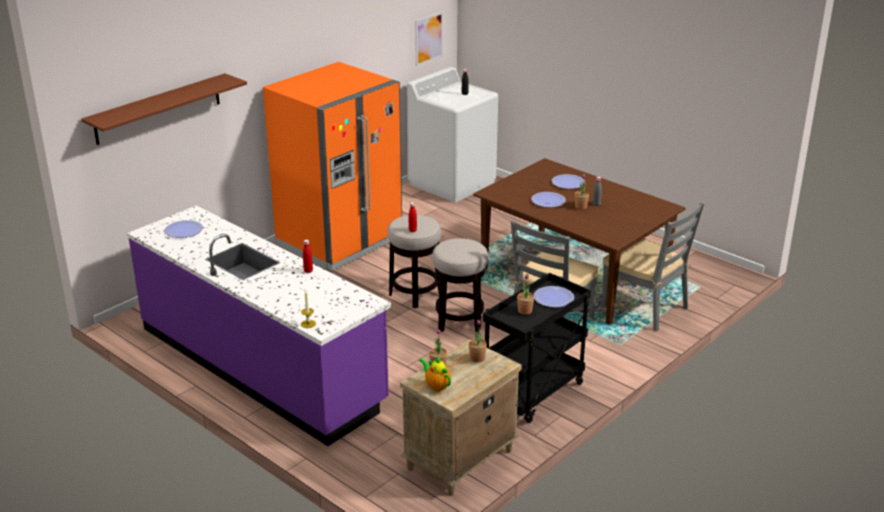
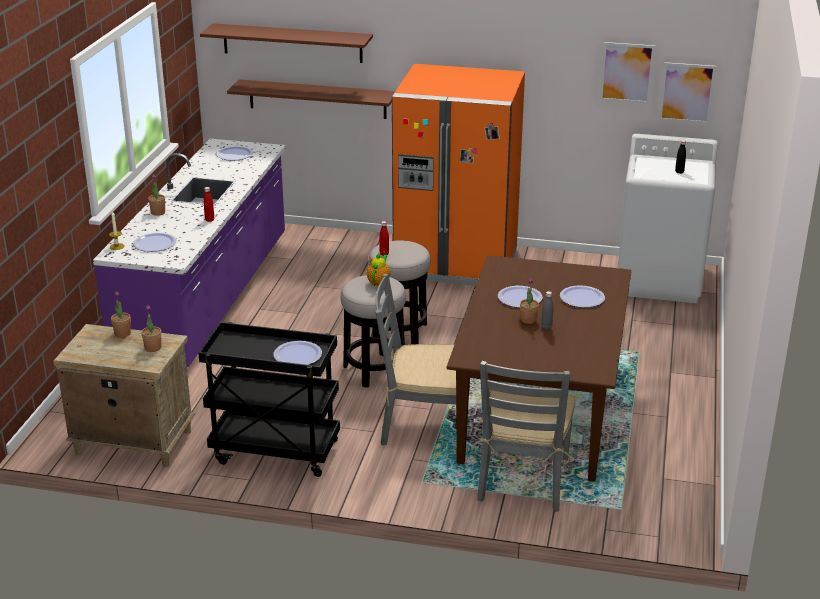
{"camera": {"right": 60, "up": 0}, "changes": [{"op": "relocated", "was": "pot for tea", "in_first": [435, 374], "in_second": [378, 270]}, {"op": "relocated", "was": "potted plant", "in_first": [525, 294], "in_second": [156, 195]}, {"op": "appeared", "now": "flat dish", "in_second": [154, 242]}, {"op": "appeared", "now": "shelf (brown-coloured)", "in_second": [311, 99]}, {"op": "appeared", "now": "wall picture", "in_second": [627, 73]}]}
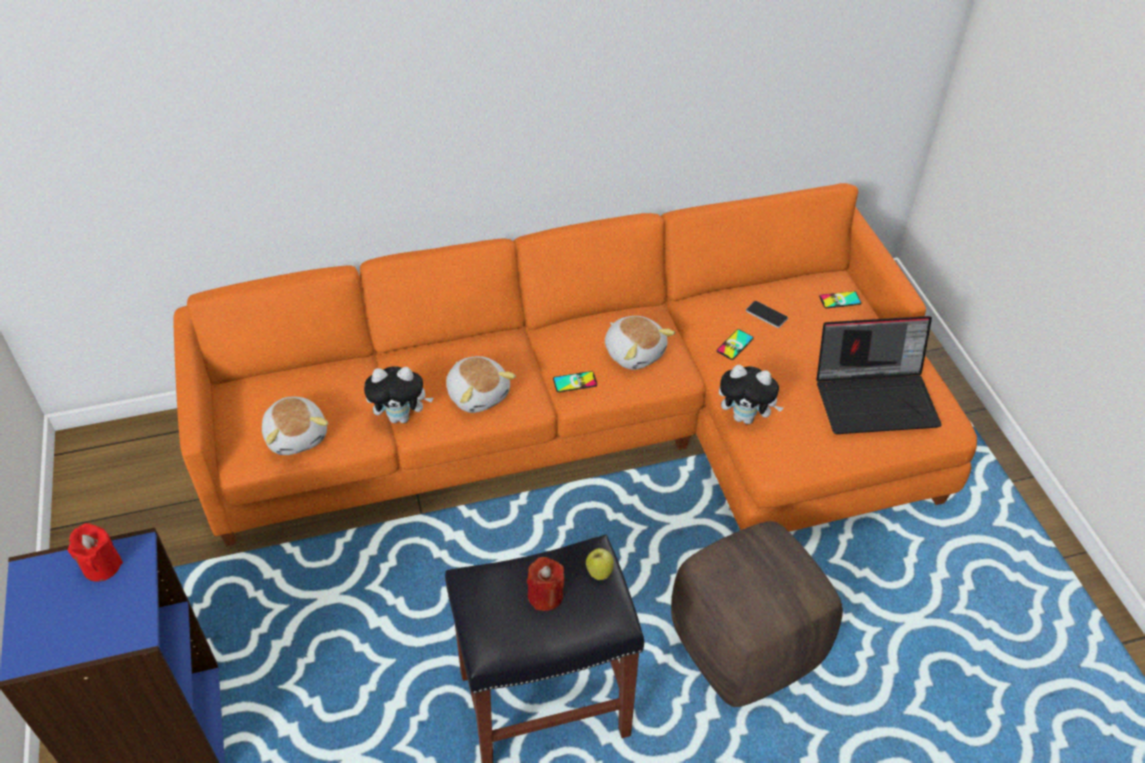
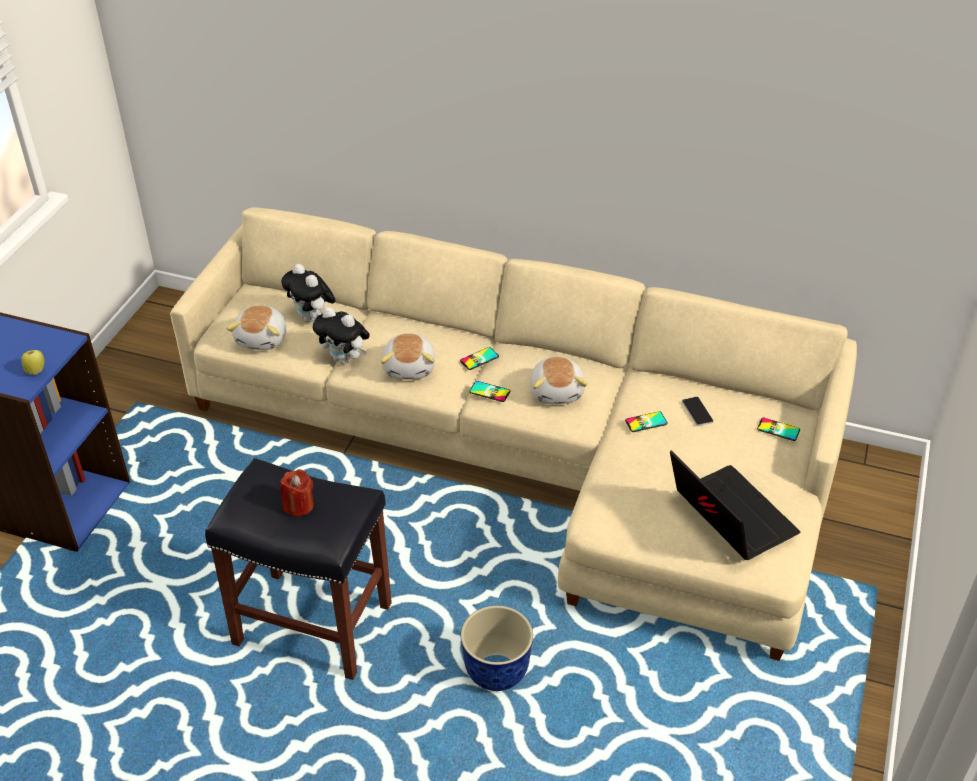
{"camera": {"right": 35, "up": -5}, "changes": [{"op": "missing", "was": "candle (reddish)", "in_first": [95, 552]}, {"op": "colour", "was": "couch (orange-coloured)", "now": "couch (beige)", "in_first": [575, 364], "in_second": [513, 434]}, {"op": "relocated", "was": "whole apple", "in_first": [600, 564], "in_second": [33, 362]}, {"op": "exchanged", "was": "pouffe (brown-coloured)", "now": "flower pot", "in_first": [757, 614], "in_second": [497, 648]}, {"op": "relocated", "was": "soft toy", "in_first": [751, 394], "in_second": [308, 293]}, {"op": "spun", "was": "portable computer", "in_first": [879, 375], "in_second": [735, 505], "clockwise": -150}, {"op": "appeared", "now": "handset", "in_second": [479, 358]}]}
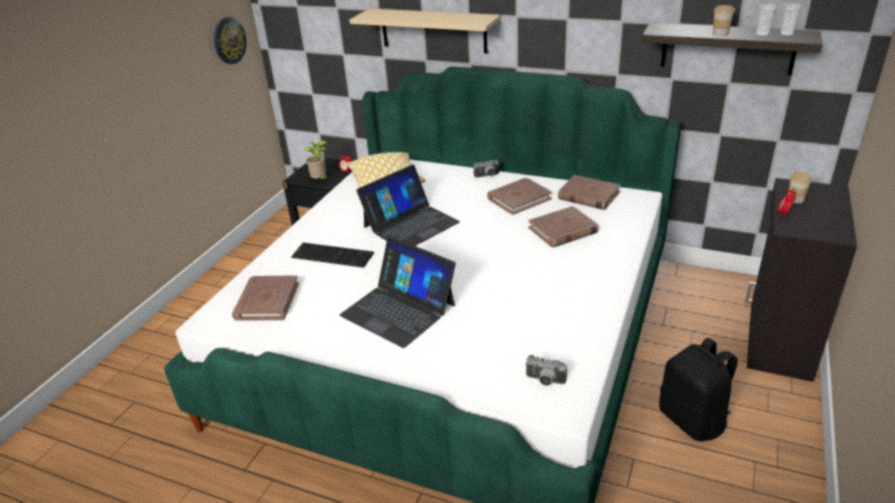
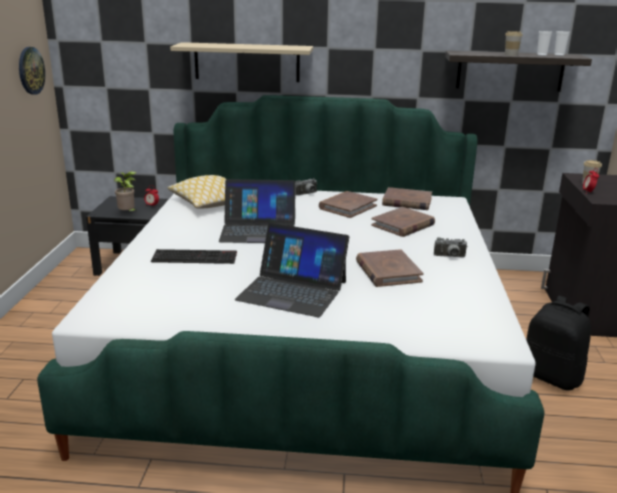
{"camera": {"right": -20, "up": -10}, "changes": [{"op": "relocated", "was": "volume (brown-coloured)", "in_first": [265, 298], "in_second": [390, 268]}, {"op": "spun", "was": "portable computer", "in_first": [408, 205], "in_second": [257, 211], "clockwise": 60}, {"op": "relocated", "was": "photo camera", "in_first": [546, 370], "in_second": [450, 247]}]}
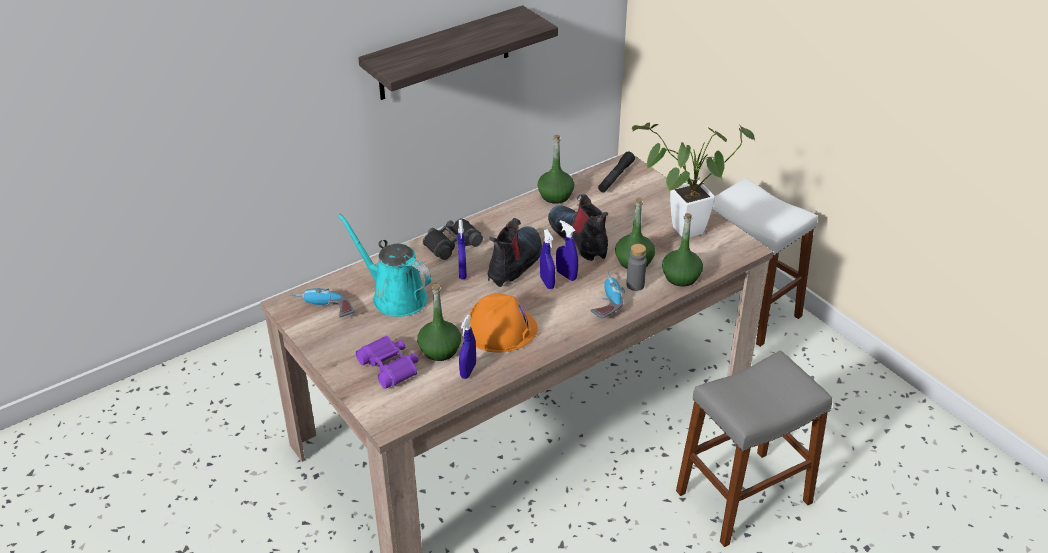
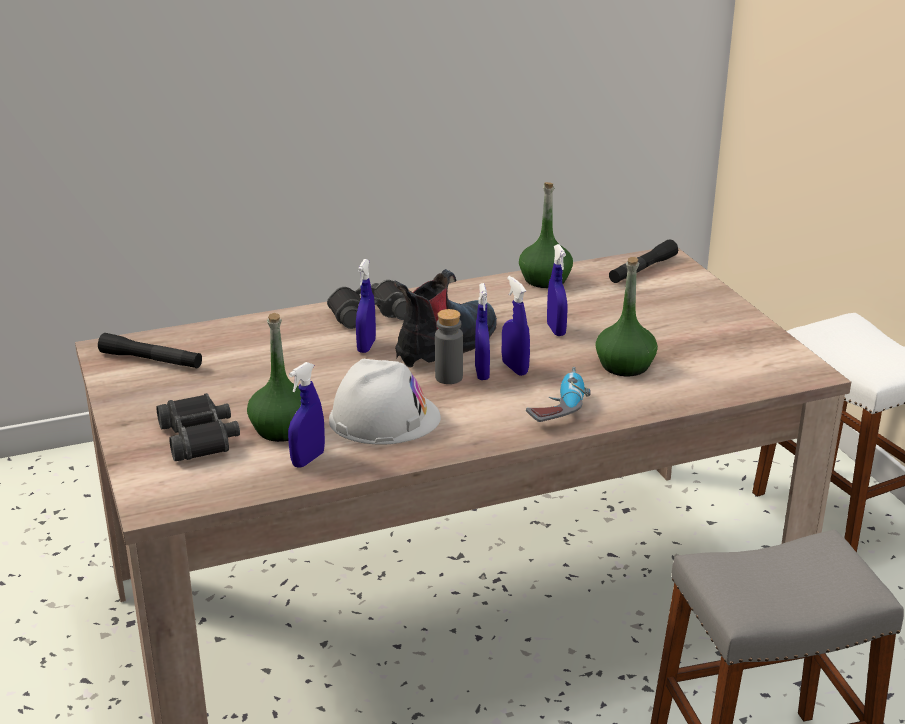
{"camera": {"right": 15, "up": -10}, "changes": [{"op": "exchanged", "was": "power drill", "now": "hand torch (blackish)", "in_first": [322, 302], "in_second": [150, 350]}, {"op": "missing", "was": "sprinkling can (blue-green)", "in_first": [384, 265]}, {"op": "colour", "was": "field glasses (purple-coloured)", "now": "field glasses (blackish)", "in_first": [387, 362], "in_second": [198, 427]}, {"op": "missing", "was": "shelf", "in_first": [458, 52]}, {"op": "colour", "was": "work helmet (orange-coloured)", "now": "work helmet (whitish)", "in_first": [504, 322], "in_second": [385, 402]}, {"op": "exchanged", "was": "boot", "now": "hand sprayer (blue)", "in_first": [578, 227], "in_second": [557, 290]}, {"op": "relocated", "was": "beverage bottle (grey)", "in_first": [636, 267], "in_second": [449, 346]}, {"op": "missing", "was": "potted plant", "in_first": [694, 180]}, {"op": "missing", "was": "beverage bottle (greenish)", "in_first": [682, 250]}]}
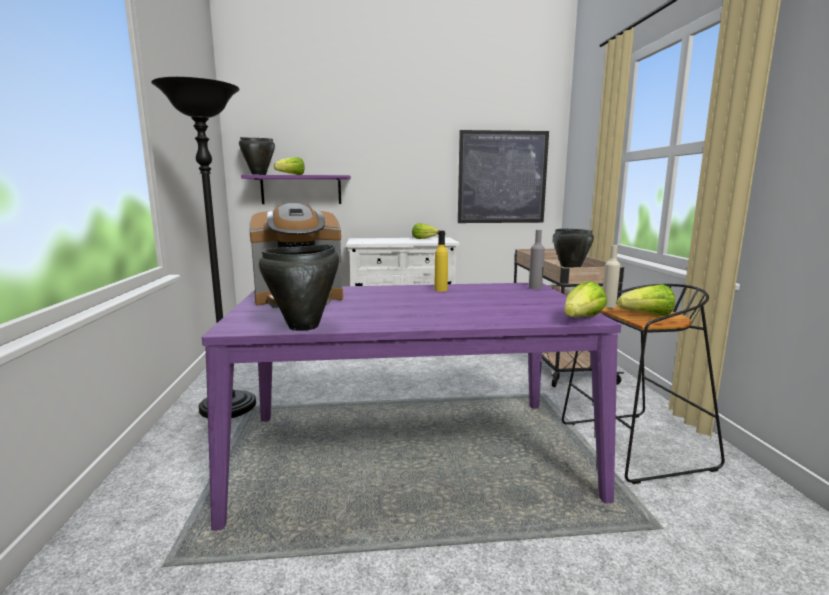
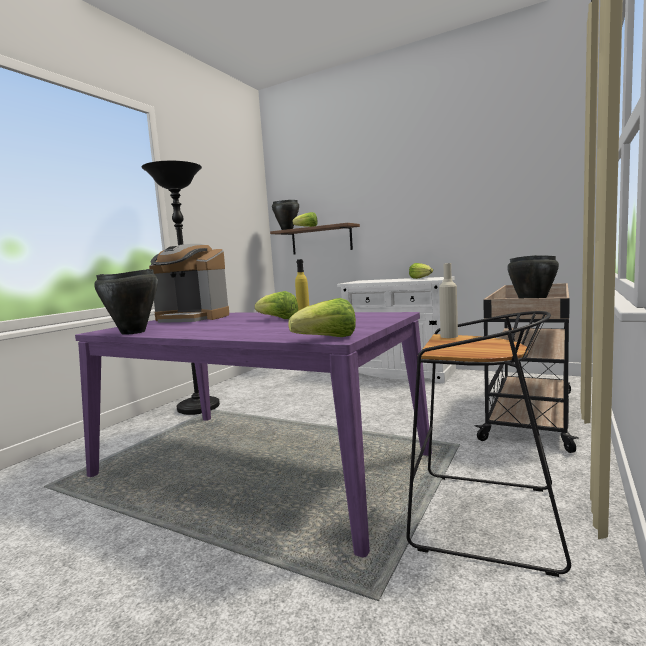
{"camera": {"right": 35, "up": -5}, "changes": [{"op": "colour", "was": "shelf (purple-coloured)", "now": "shelf (brown-coloured)", "in_first": [296, 189], "in_second": [315, 238]}, {"op": "missing", "was": "wall picture", "in_first": [503, 176]}, {"op": "missing", "was": "beverage bottle (grey)", "in_first": [537, 259]}, {"op": "relocated", "was": "lettuce", "in_first": [646, 300], "in_second": [276, 305]}]}
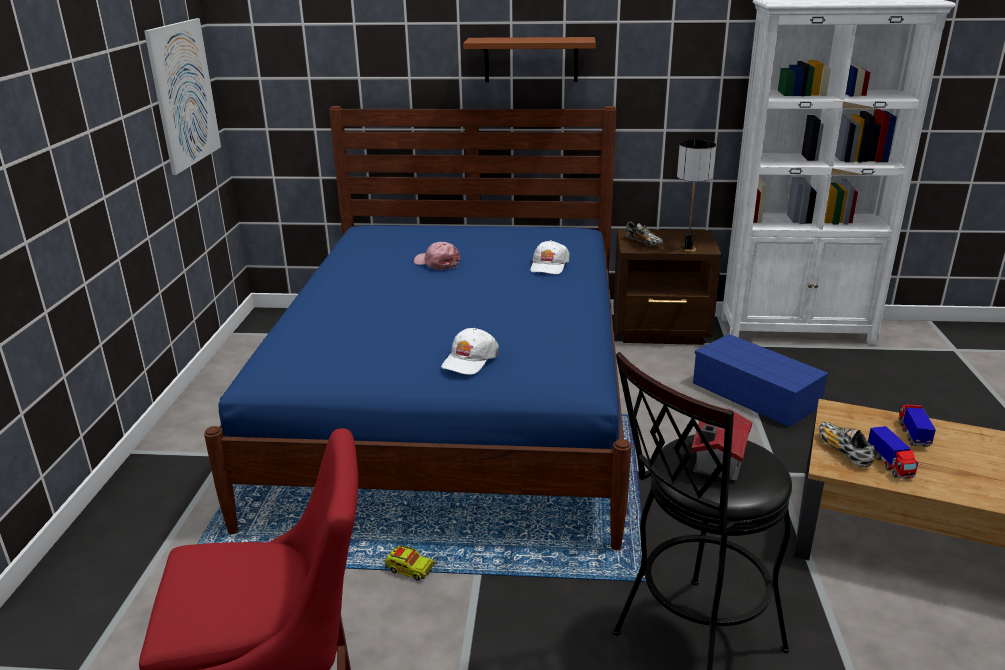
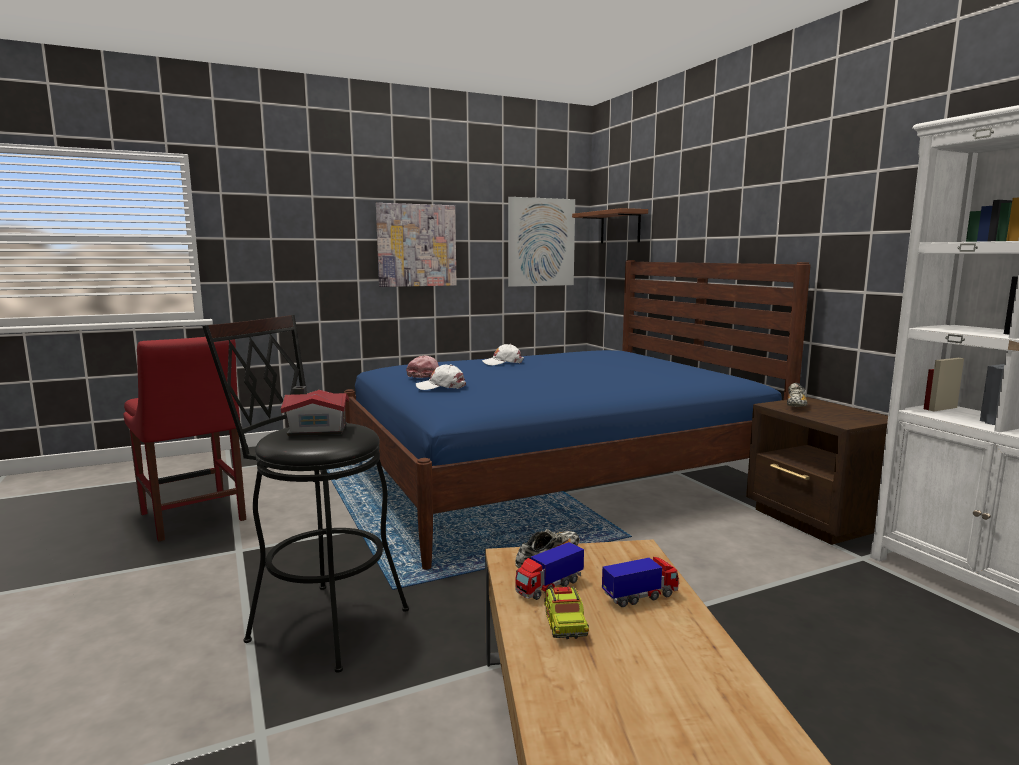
{"camera": {"right": 60, "up": -15}, "changes": [{"op": "relocated", "was": "model truck", "in_first": [409, 563], "in_second": [566, 612]}, {"op": "relocated", "was": "cap (pink-coloured)", "in_first": [437, 256], "in_second": [422, 367]}, {"op": "relocated", "was": "shelf (brown-coloured)", "in_first": [529, 59], "in_second": [610, 226]}, {"op": "relocated", "was": "cap (whitish)", "in_first": [550, 257], "in_second": [503, 354]}, {"op": "missing", "was": "lamp for a table", "in_first": [696, 196]}, {"op": "missing", "was": "storage box (blue)", "in_first": [761, 380]}, {"op": "appeared", "now": "wall picture", "in_second": [416, 245]}]}
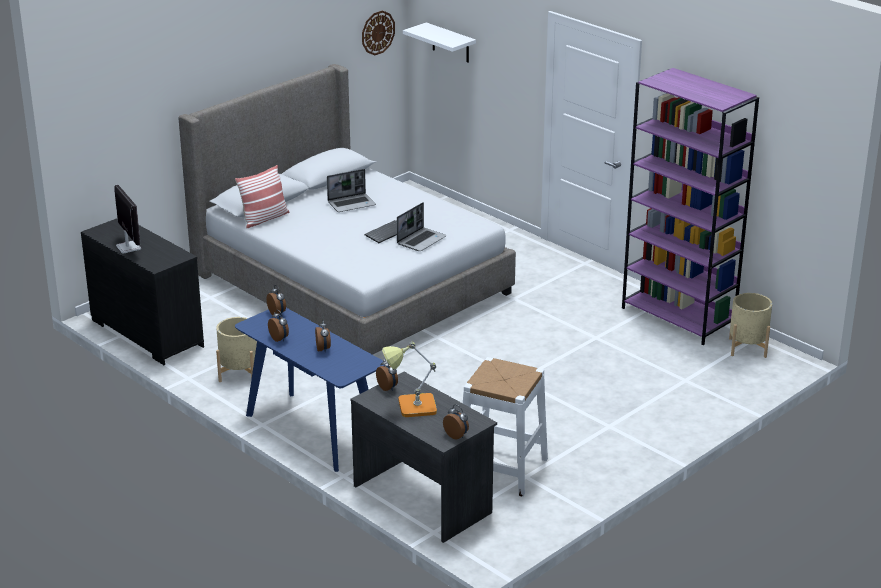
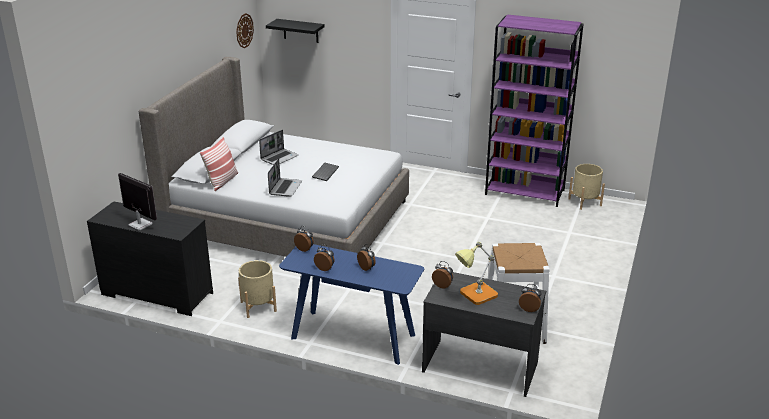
{"camera": {"right": -25, "up": 0}, "changes": [{"op": "relocated", "was": "portable computer", "in_first": [421, 226], "in_second": [285, 177]}, {"op": "colour", "was": "shelf (whitish)", "now": "shelf (blackish)", "in_first": [439, 42], "in_second": [295, 31]}]}
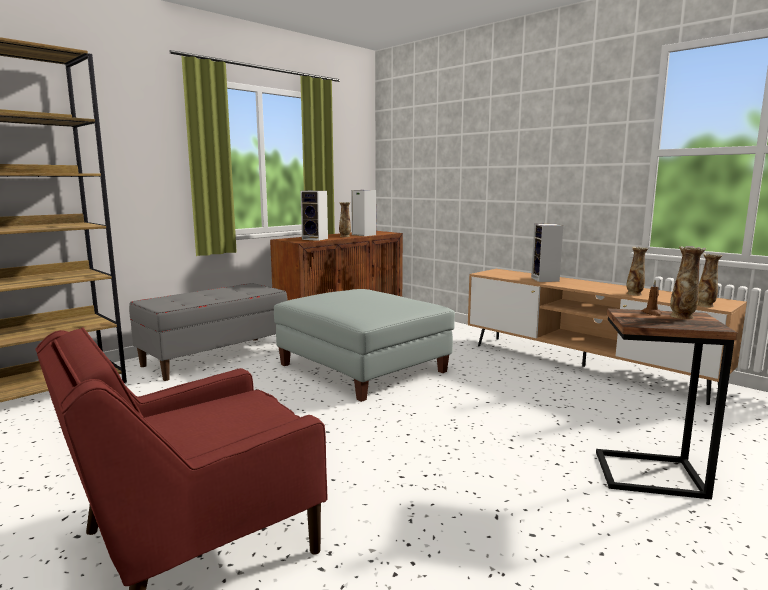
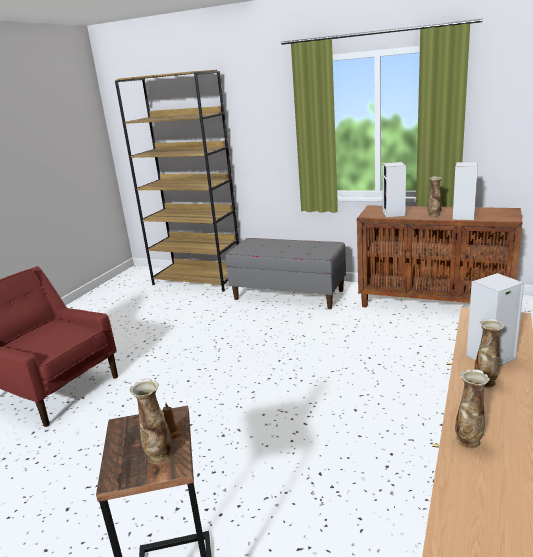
{"camera": {"right": 70, "up": 10}, "changes": [{"op": "missing", "was": "pouffe (grey)", "in_first": [364, 345]}, {"op": "relocated", "was": "decorative vase", "in_first": [710, 280], "in_second": [489, 353]}]}
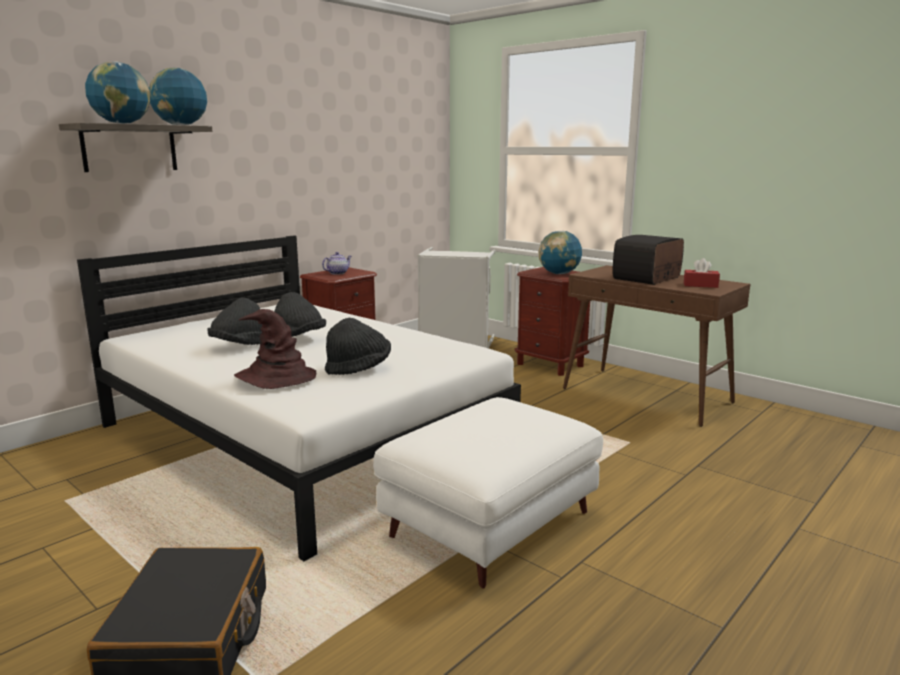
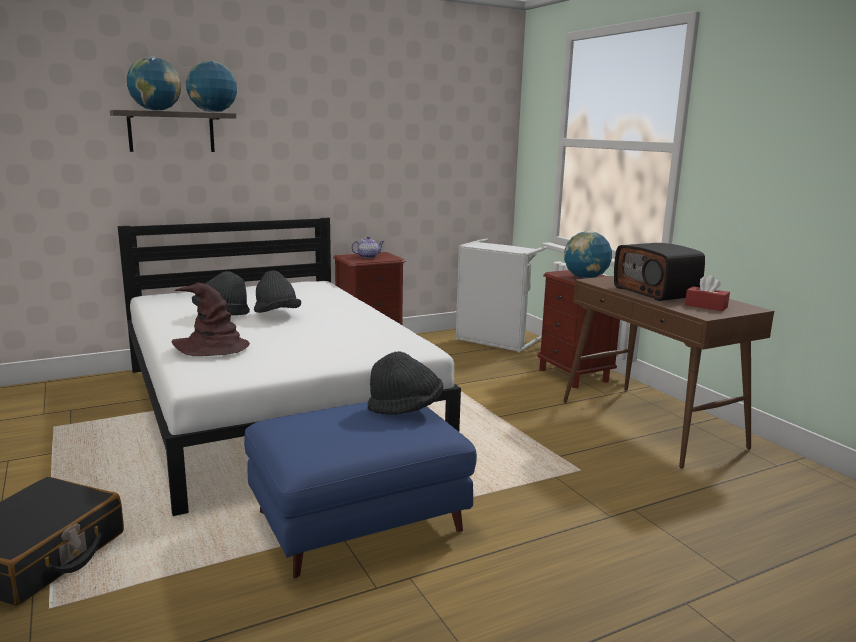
{"camera": {"right": 20, "up": 0}, "changes": [{"op": "relocated", "was": "clothing hat (blackish)", "in_first": [358, 346], "in_second": [405, 383]}, {"op": "colour", "was": "pouffe (whitish)", "now": "pouffe (blue)", "in_first": [488, 493], "in_second": [360, 490]}, {"op": "spun", "was": "radio set", "in_first": [648, 260], "in_second": [659, 272], "clockwise": -90}]}
